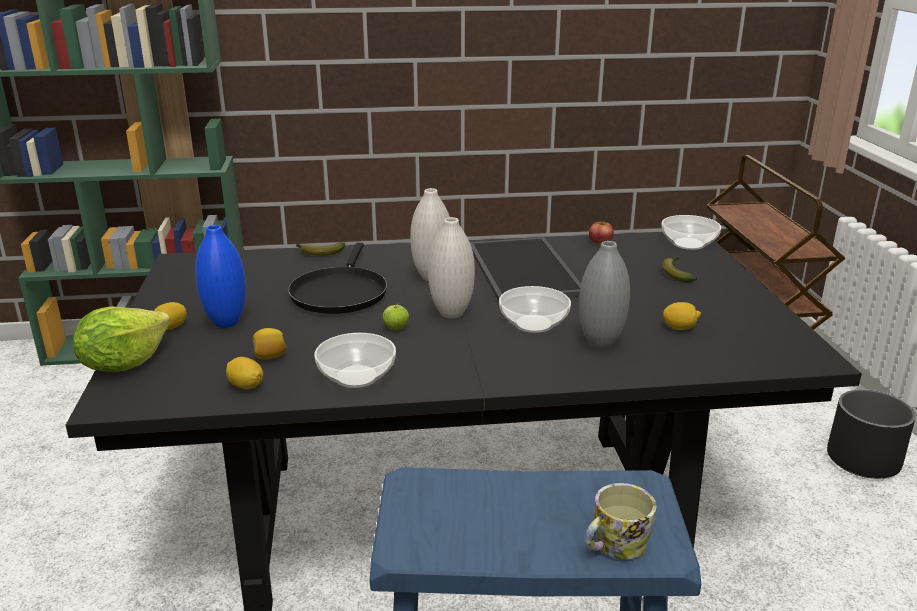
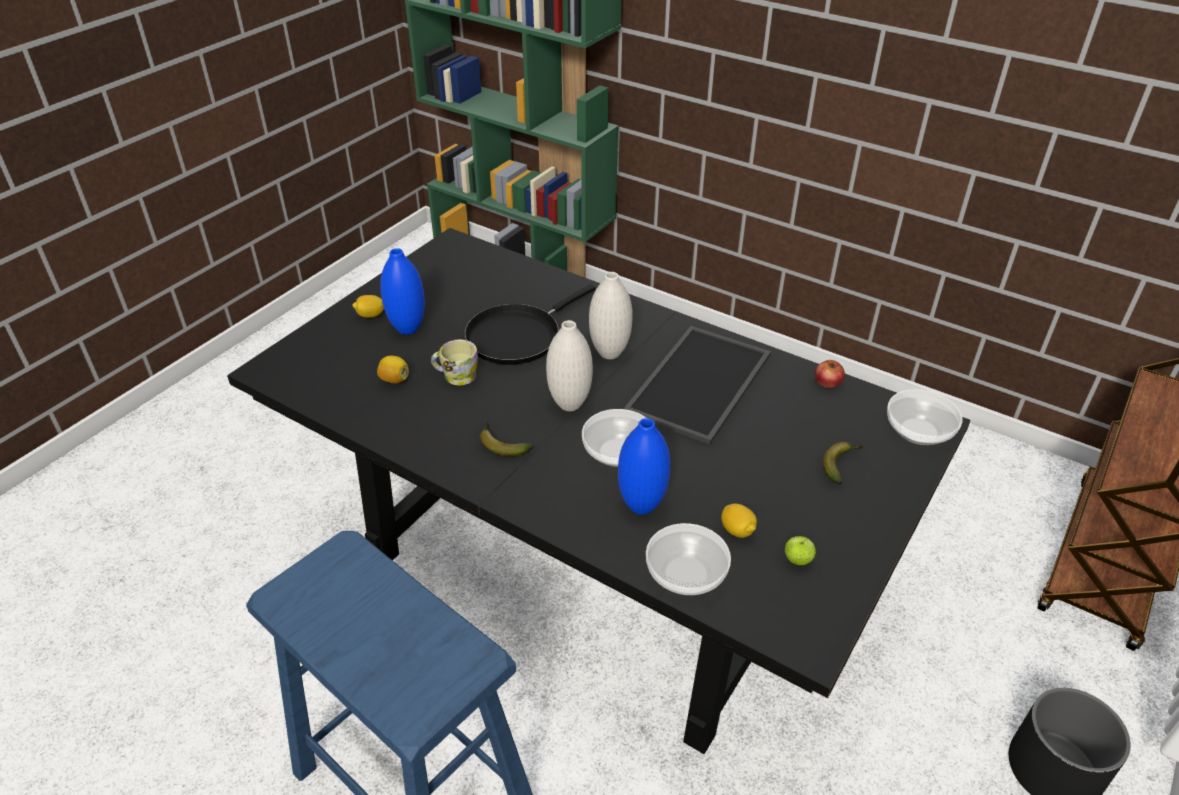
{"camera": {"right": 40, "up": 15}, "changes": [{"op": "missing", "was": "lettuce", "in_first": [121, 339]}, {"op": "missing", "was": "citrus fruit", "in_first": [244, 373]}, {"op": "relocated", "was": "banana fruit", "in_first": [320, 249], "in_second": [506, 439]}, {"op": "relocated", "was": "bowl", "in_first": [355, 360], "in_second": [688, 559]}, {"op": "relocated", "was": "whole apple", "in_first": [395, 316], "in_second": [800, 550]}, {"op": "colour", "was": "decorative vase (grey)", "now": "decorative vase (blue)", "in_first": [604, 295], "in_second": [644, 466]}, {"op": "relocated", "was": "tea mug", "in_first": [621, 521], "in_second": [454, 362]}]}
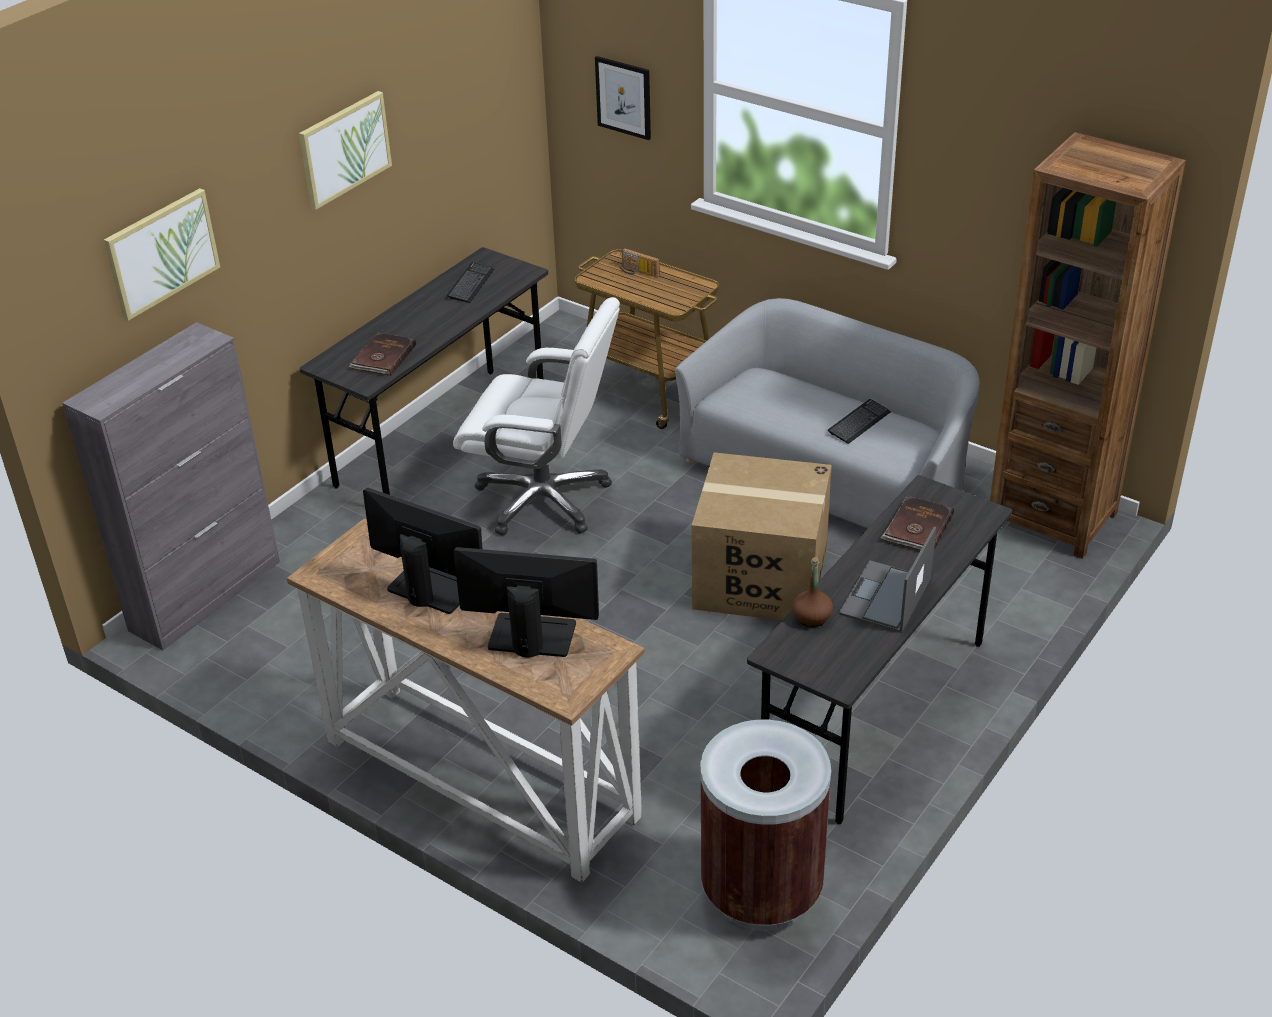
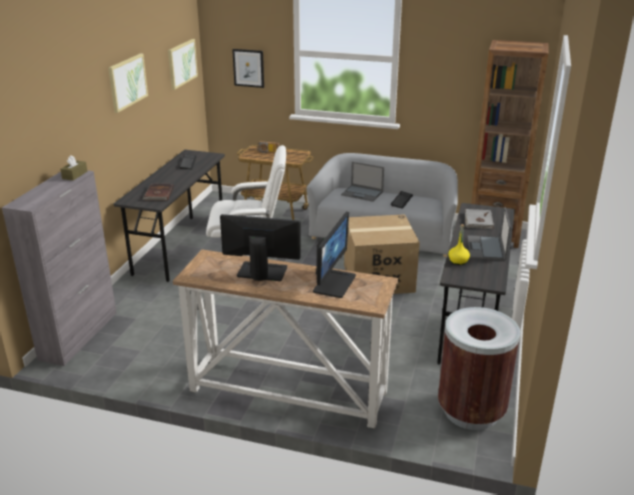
{"camera": {"right": -20, "up": -10}, "changes": [{"op": "relocated", "was": "wall picture", "in_first": [162, 254], "in_second": [183, 64]}, {"op": "spun", "was": "computer screen", "in_first": [526, 602], "in_second": [334, 255], "clockwise": 120}, {"op": "colour", "was": "beverage bottle (brown-coloured)", "now": "beverage bottle (yellow-coloured)", "in_first": [813, 592], "in_second": [459, 244]}, {"op": "colour", "was": "volume (brown-coloured)", "now": "volume (grey)", "in_first": [917, 523], "in_second": [479, 219]}, {"op": "appeared", "now": "box of tissues (brown-coloured)", "in_second": [74, 167]}, {"op": "appeared", "now": "portable computer", "in_second": [362, 181]}]}
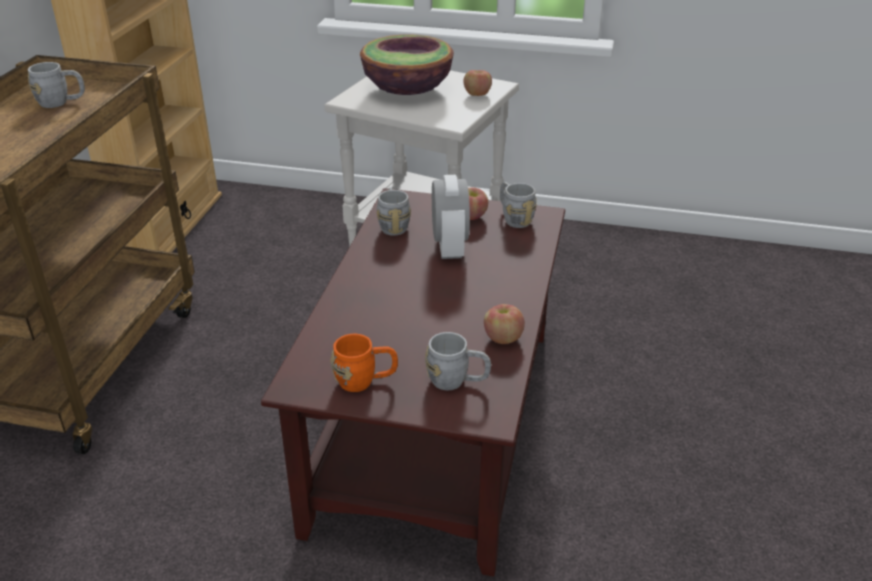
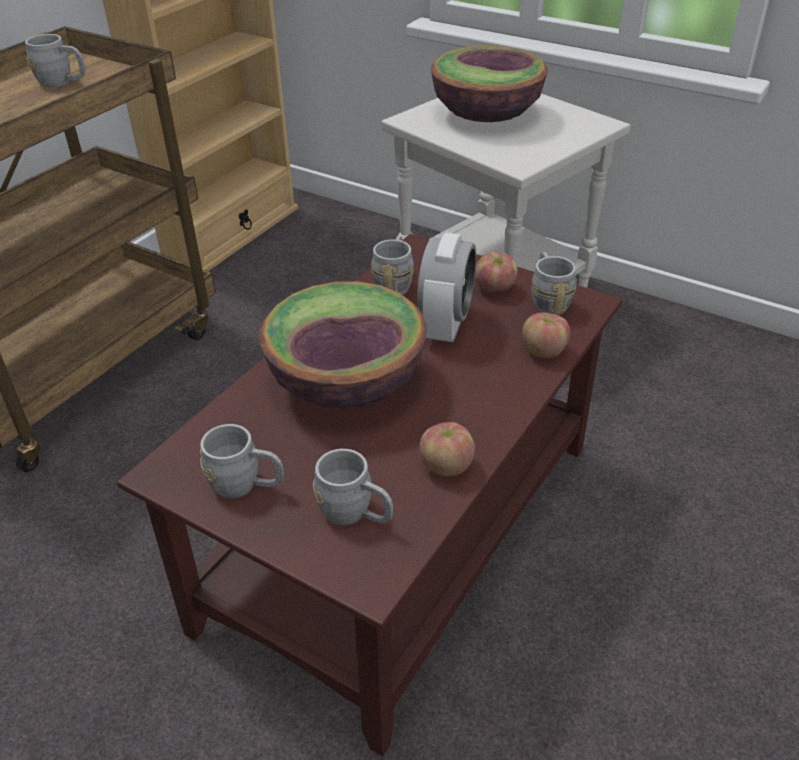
{"camera": {"right": 20, "up": 5}, "changes": [{"op": "colour", "was": "tea mug (orange-coloured)", "now": "tea mug (grey)", "in_first": [364, 363], "in_second": [242, 461]}, {"op": "relocated", "was": "whole apple", "in_first": [478, 83], "in_second": [546, 335]}, {"op": "appeared", "now": "bowl", "in_second": [343, 345]}]}
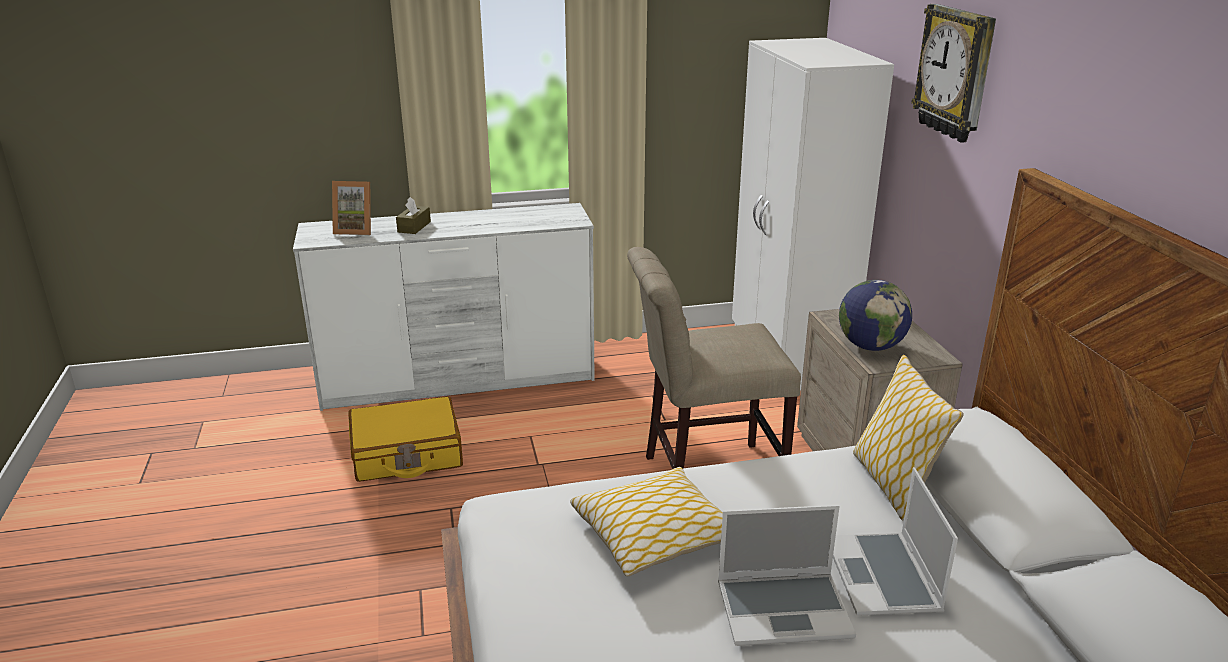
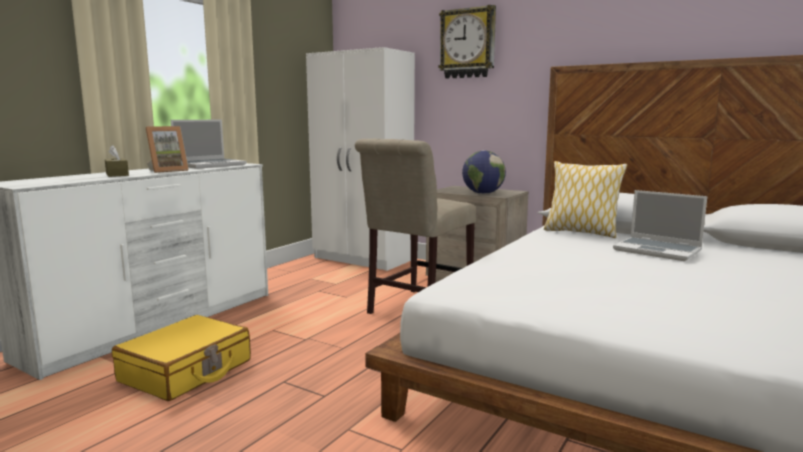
{"camera": {"right": -45, "up": -15}, "changes": [{"op": "relocated", "was": "picture frame", "in_first": [351, 208], "in_second": [167, 149]}, {"op": "missing", "was": "throw pillow", "in_first": [646, 521]}, {"op": "relocated", "was": "portable computer", "in_first": [787, 575], "in_second": [209, 144]}]}
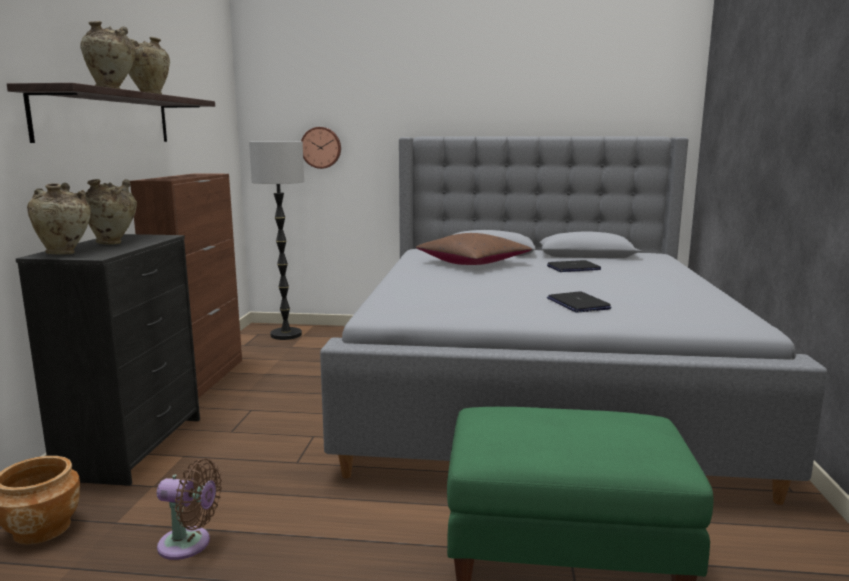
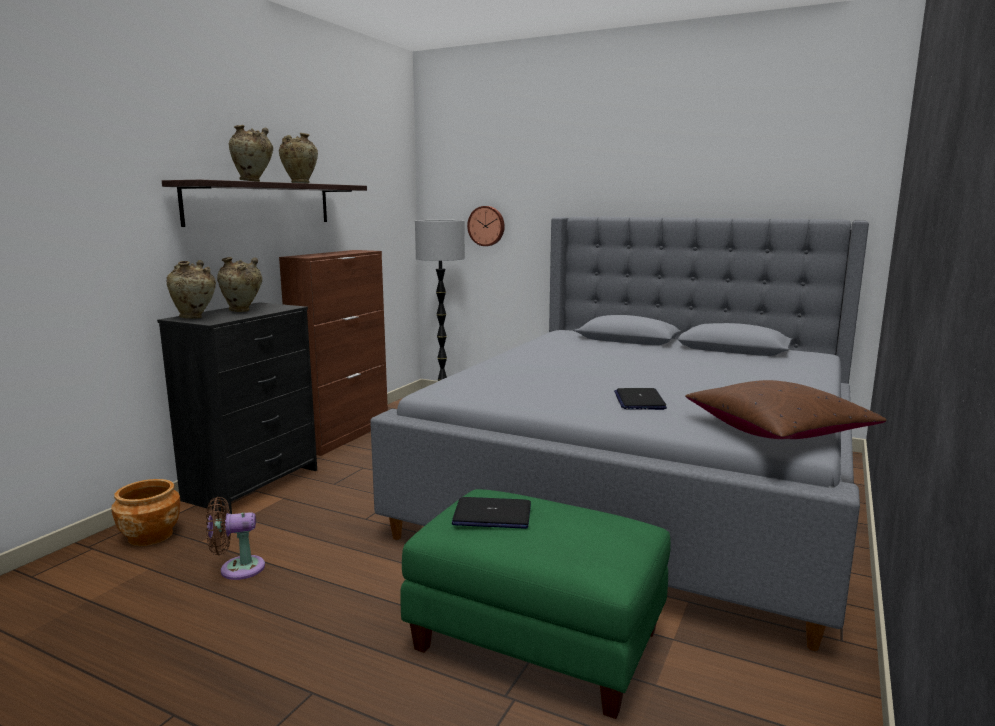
{"camera": {"right": 20, "up": 0}, "changes": [{"op": "spun", "was": "fan (brown-coloured)", "in_first": [189, 509], "in_second": [235, 538], "clockwise": 135}, {"op": "relocated", "was": "throw pillow (brown-coloured)", "in_first": [474, 249], "in_second": [785, 409]}, {"op": "relocated", "was": "portable computer", "in_first": [574, 266], "in_second": [491, 513]}]}
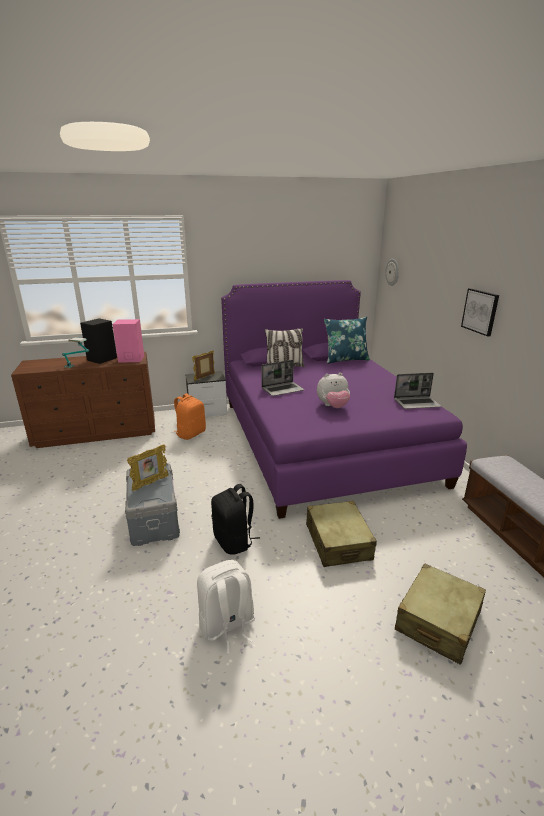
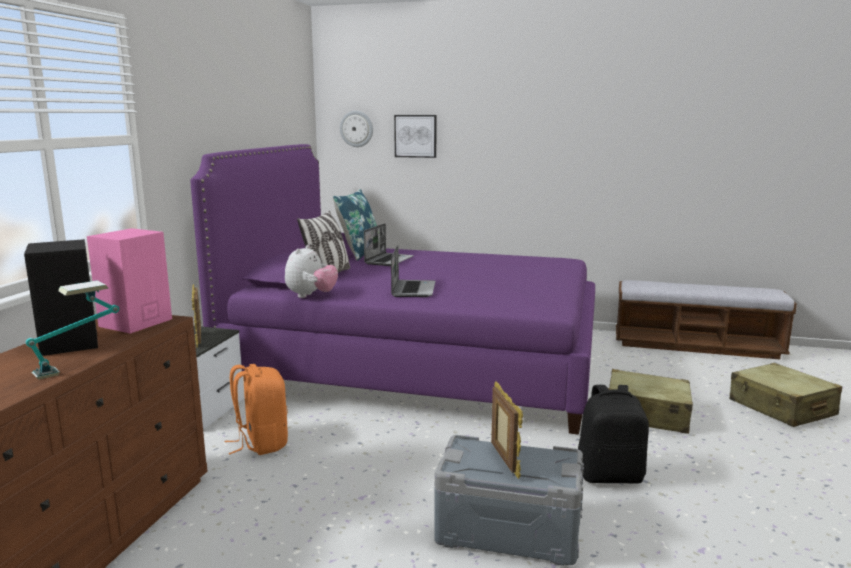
{"camera": {"right": -60, "up": -10}, "changes": [{"op": "missing", "was": "rucksack (whitish)", "in_first": [226, 607]}, {"op": "relocated", "was": "soft toy", "in_first": [333, 390], "in_second": [311, 271]}, {"op": "relocated", "was": "portable computer", "in_first": [418, 391], "in_second": [389, 244]}, {"op": "relocated", "was": "wall picture", "in_first": [480, 312], "in_second": [415, 136]}]}
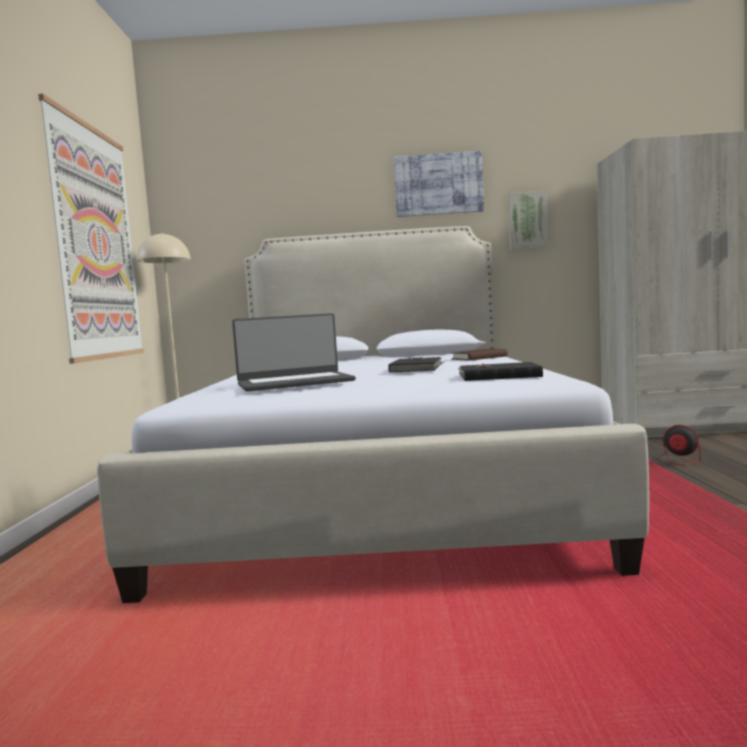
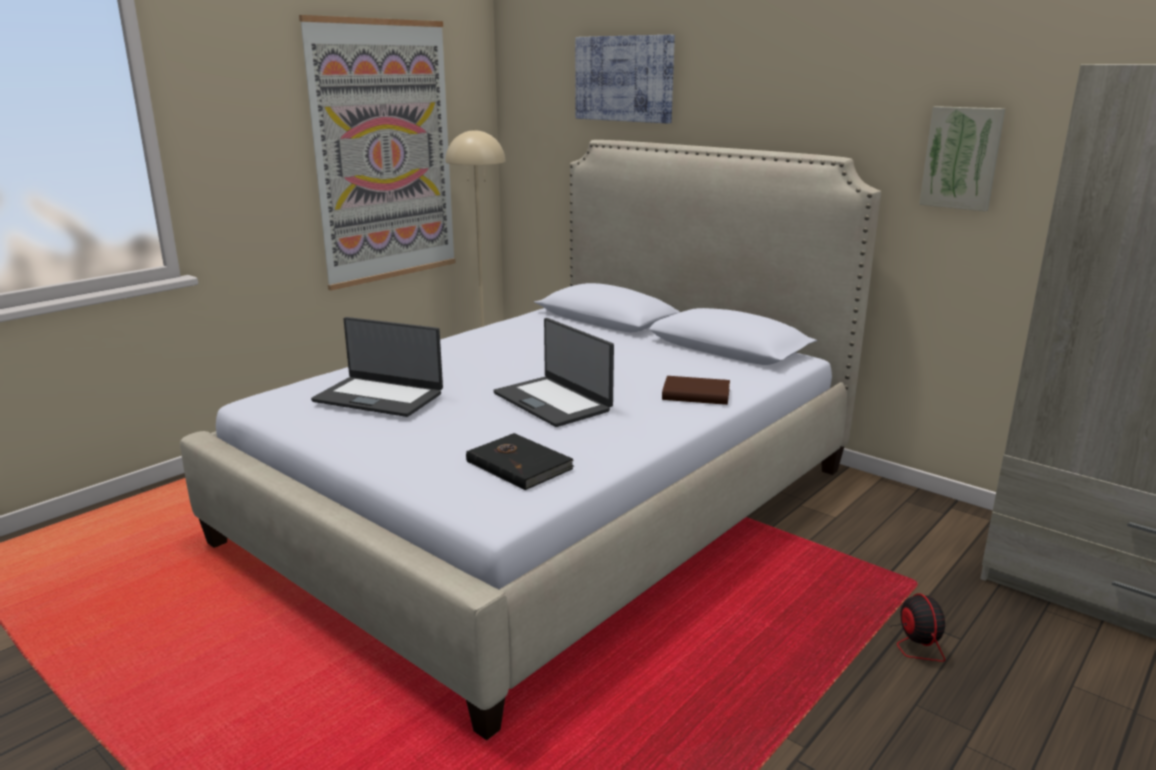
{"camera": {"right": 40, "up": 15}, "changes": [{"op": "exchanged", "was": "volume (blackish)", "now": "portable computer", "in_first": [416, 365], "in_second": [553, 372]}, {"op": "relocated", "was": "wall picture", "in_first": [438, 184], "in_second": [625, 79]}]}
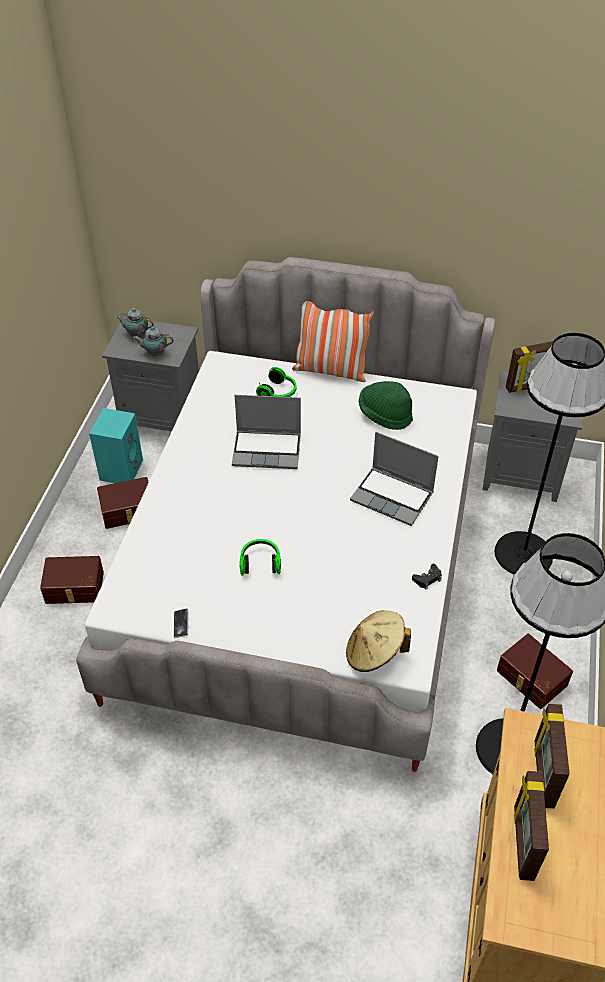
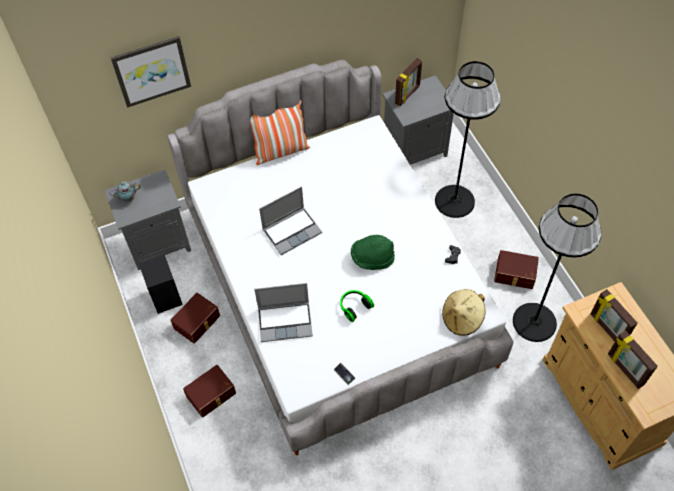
{"camera": {"right": -35, "up": 10}, "changes": [{"op": "colour", "was": "speaker (blue-green)", "now": "speaker (blackish)", "in_first": [116, 445], "in_second": [161, 284]}, {"op": "missing", "was": "pot for tea", "in_first": [153, 341]}, {"op": "missing", "was": "headphones", "in_first": [276, 382]}, {"op": "relocated", "was": "portable computer", "in_first": [394, 479], "in_second": [283, 312]}, {"op": "relocated", "was": "clothing hat (greenish)", "in_first": [385, 405], "in_second": [373, 252]}, {"op": "appeared", "now": "wall picture", "in_second": [151, 72]}]}
